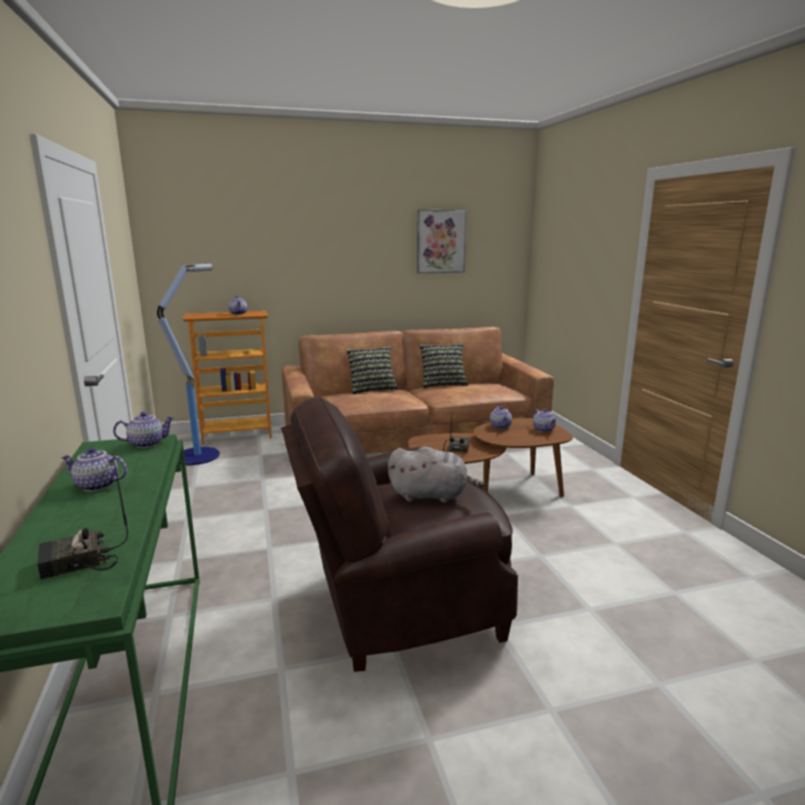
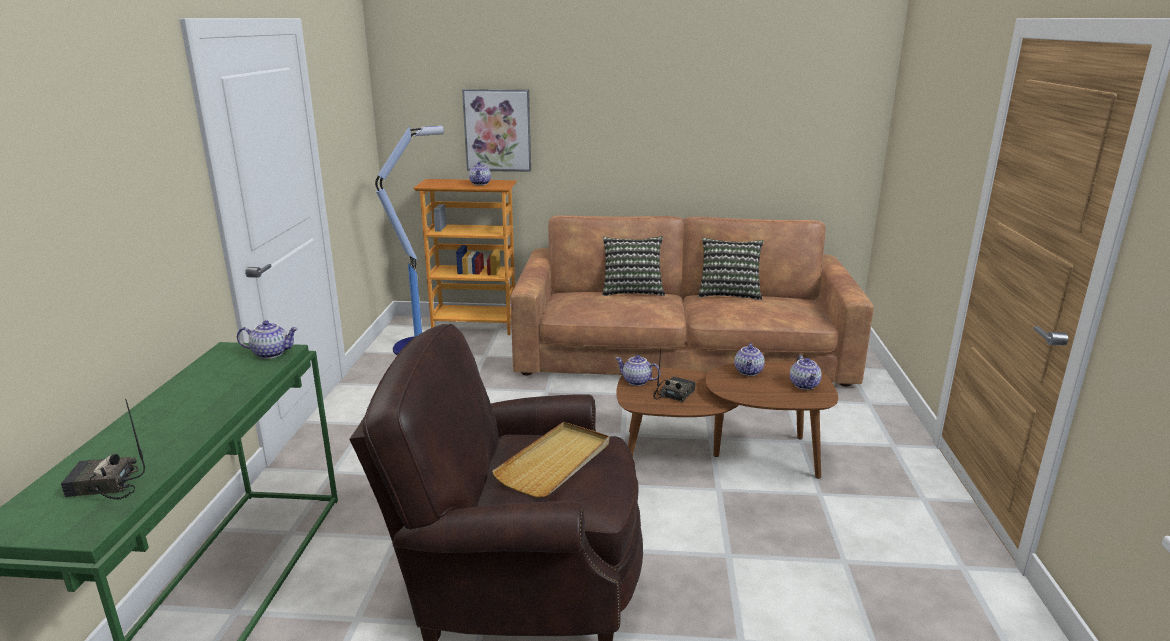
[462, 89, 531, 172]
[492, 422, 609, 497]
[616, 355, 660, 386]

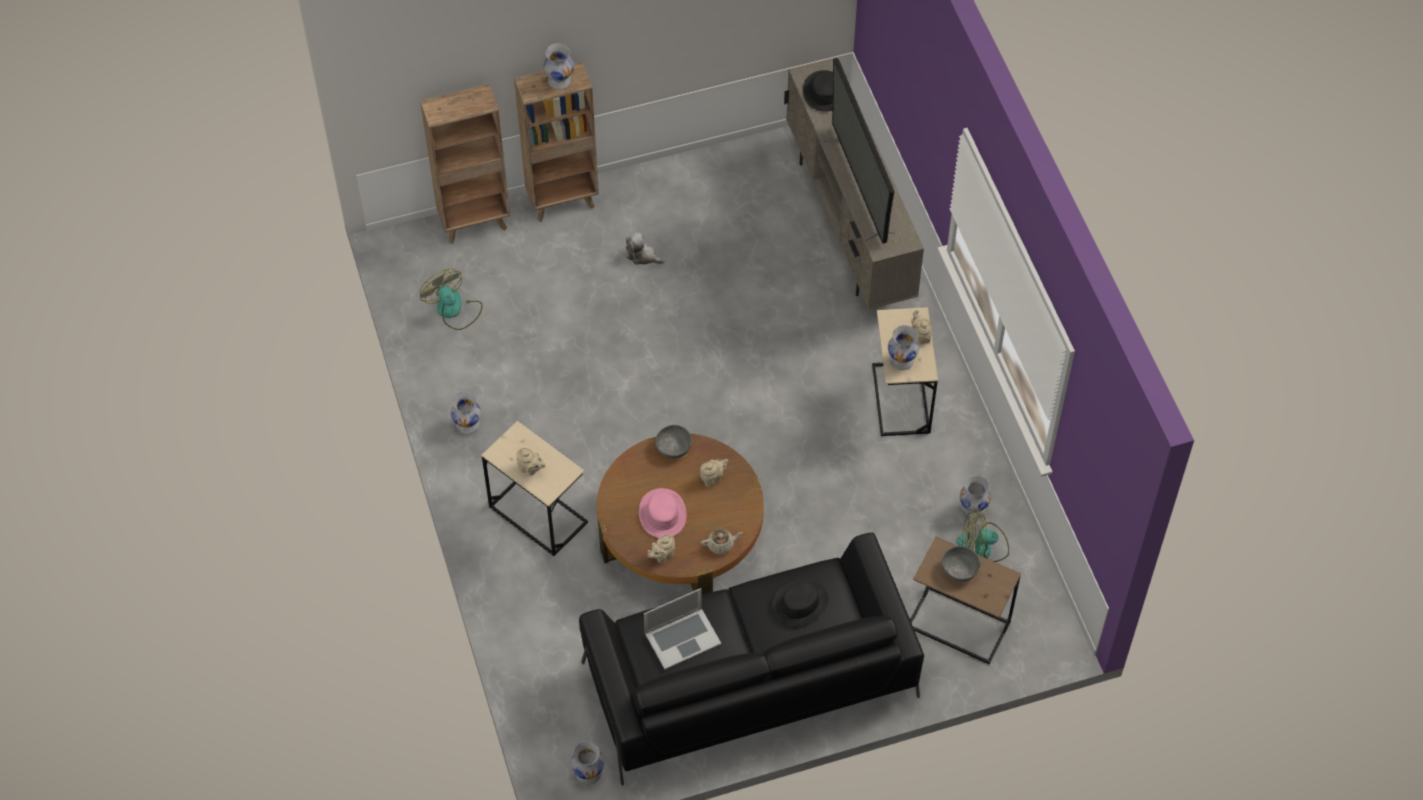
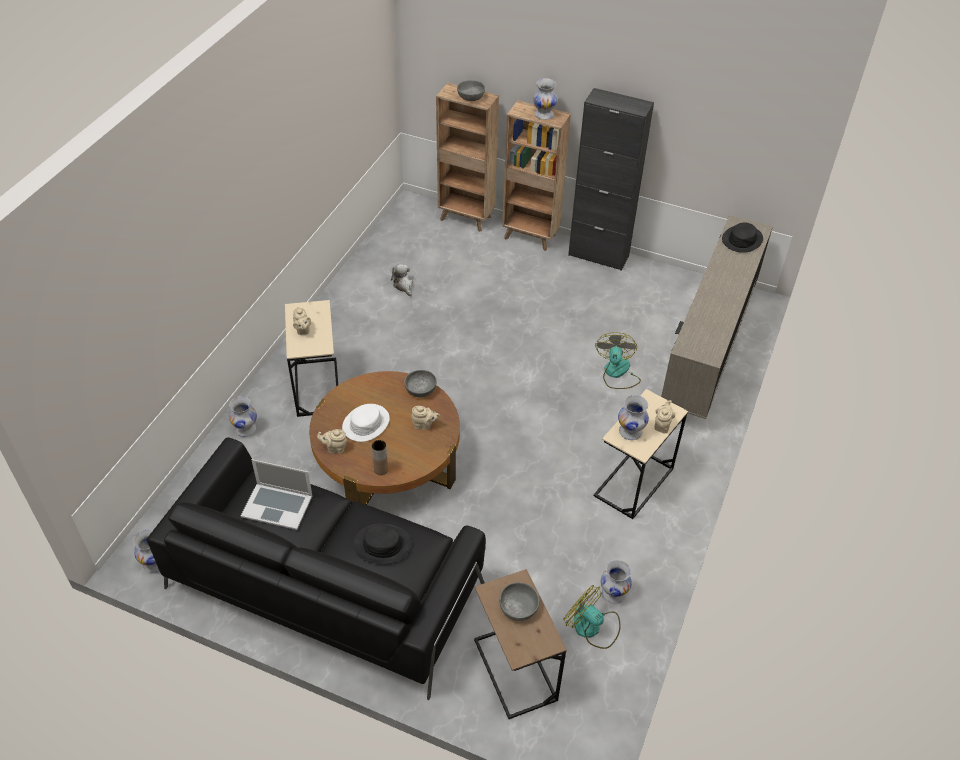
[229, 396, 257, 437]
[342, 404, 390, 442]
[372, 440, 388, 475]
[391, 264, 413, 296]
[457, 80, 485, 101]
[568, 88, 654, 271]
[595, 332, 641, 389]
[824, 58, 895, 244] (first image)

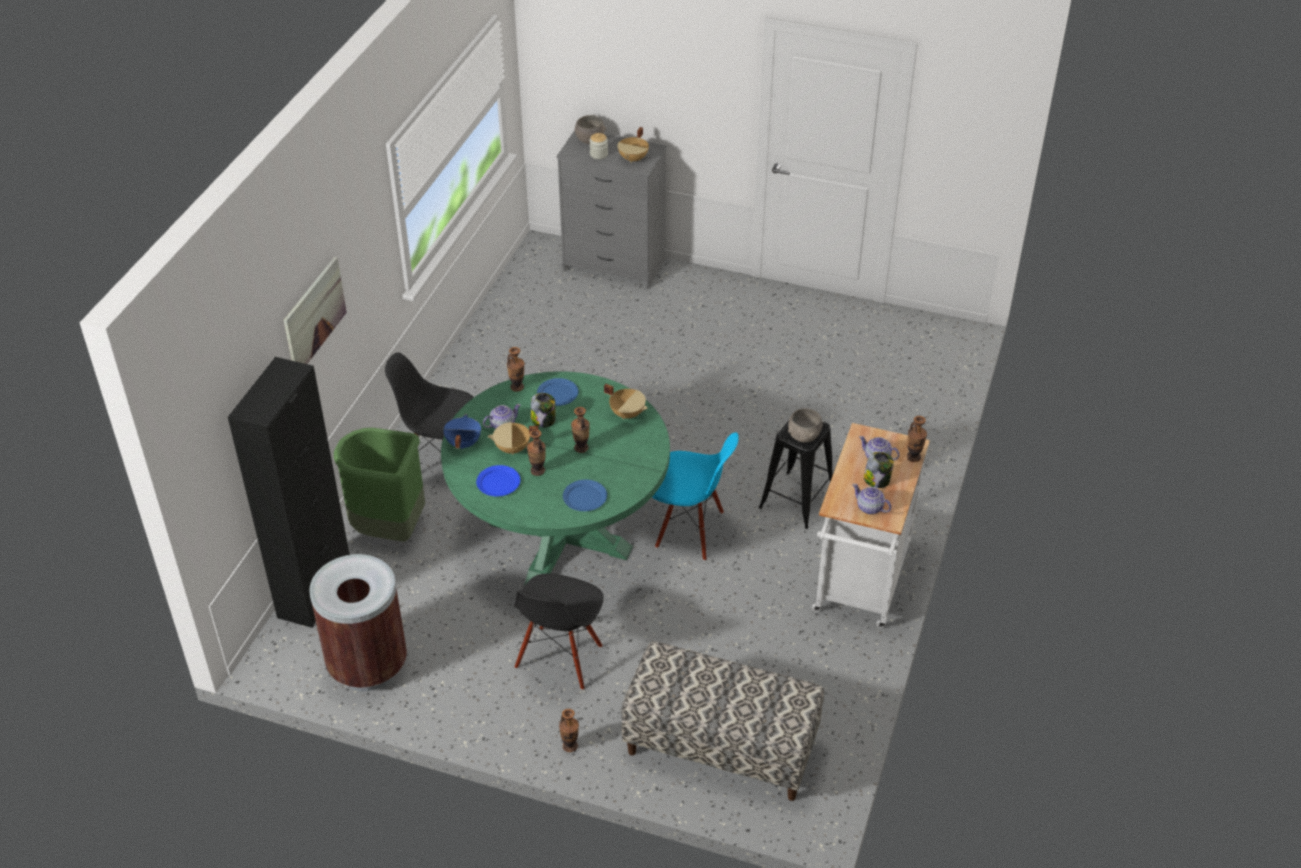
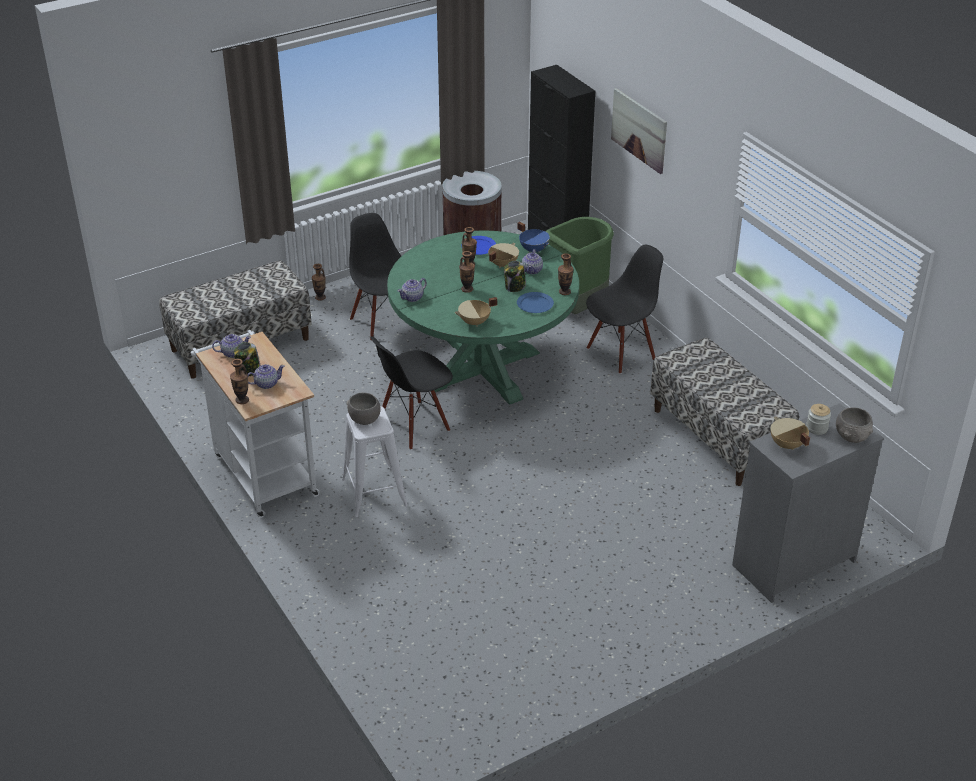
[342, 406, 408, 517]
[370, 336, 453, 450]
[398, 278, 427, 302]
[650, 338, 799, 486]
[563, 480, 607, 511] (first image)

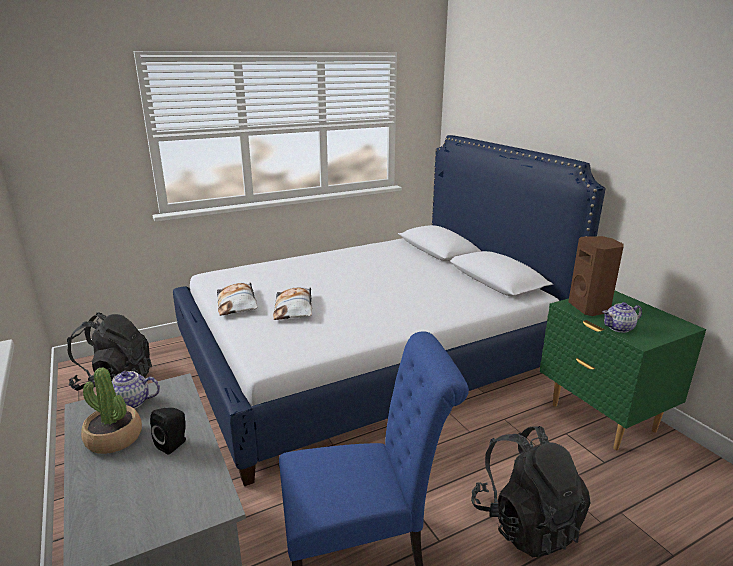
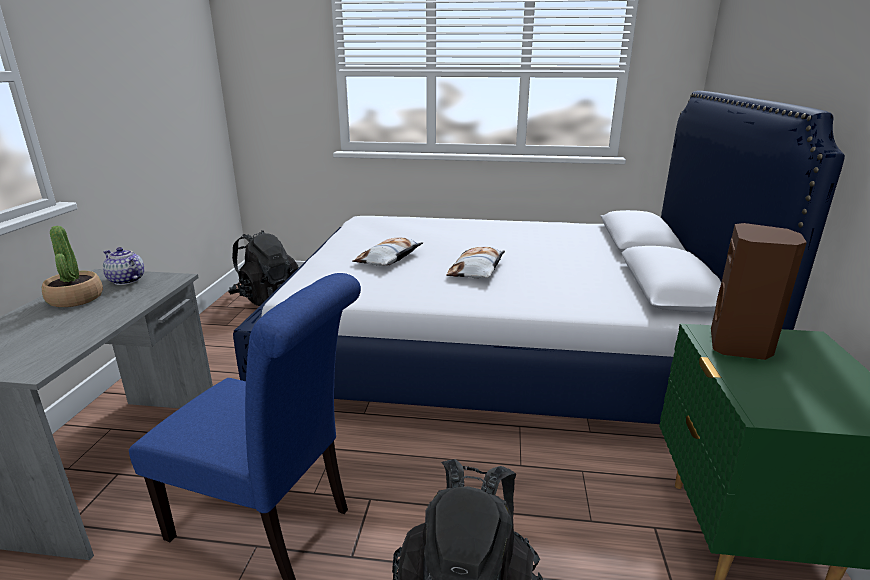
[446, 247, 505, 278]
[150, 408, 186, 455] (first image)
[603, 302, 642, 333] (first image)

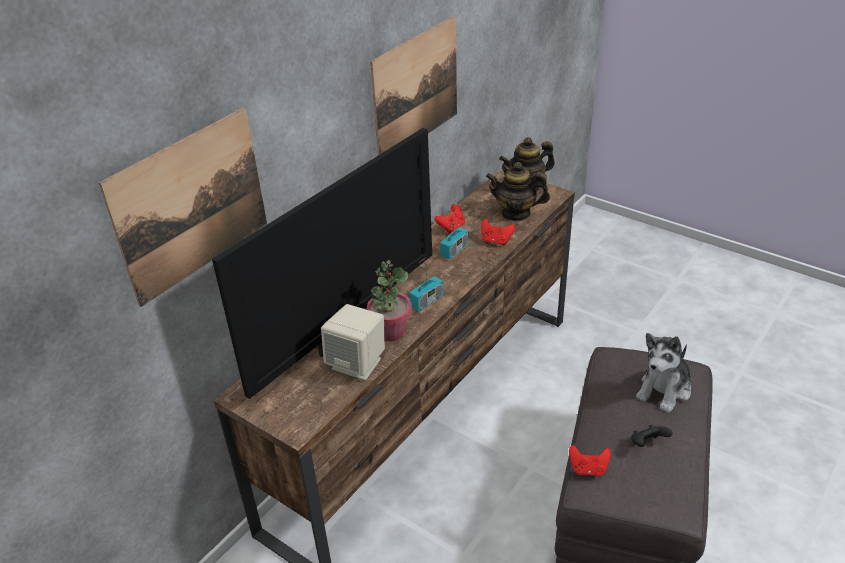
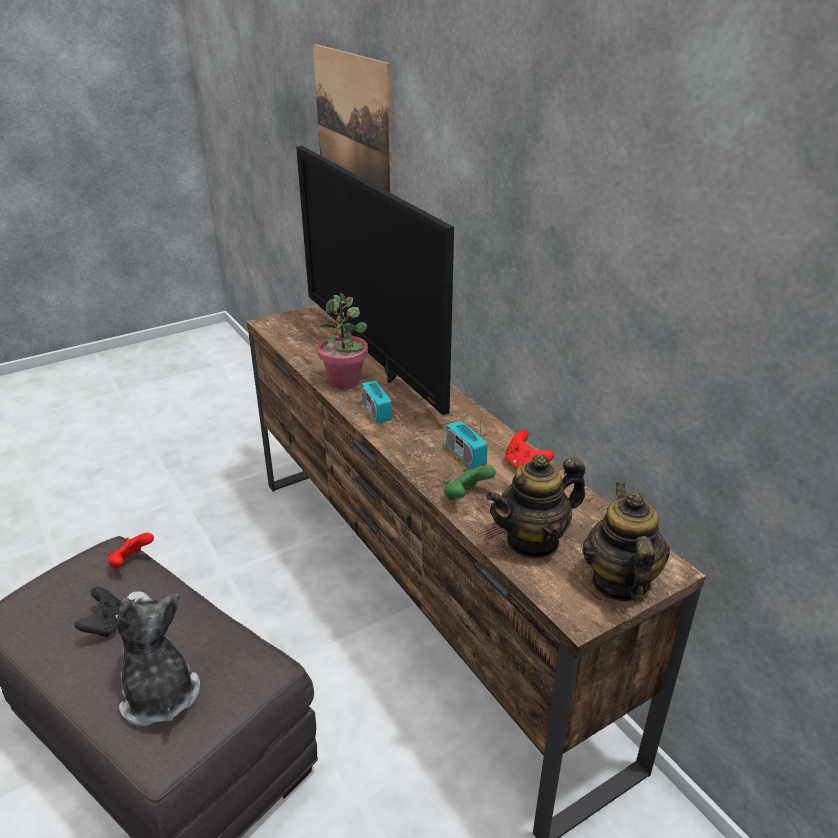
[444, 466, 496, 500]
[486, 454, 585, 559]
[321, 304, 385, 380] (first image)
[370, 16, 457, 155] (first image)

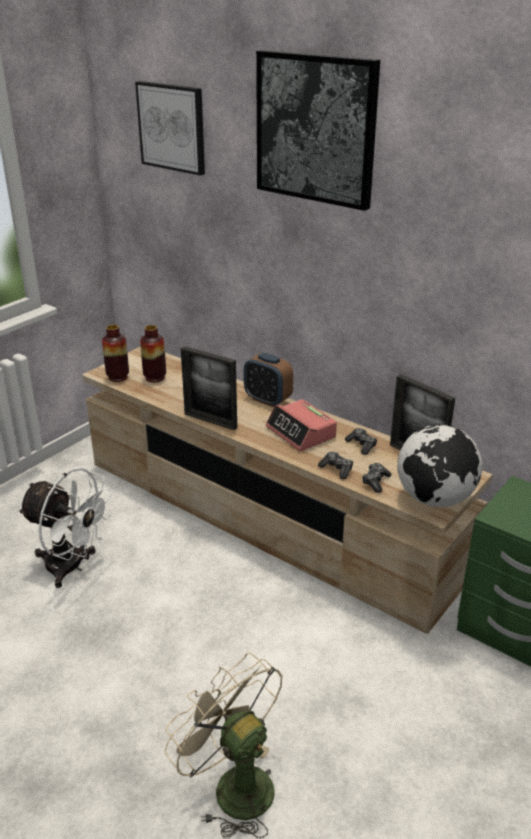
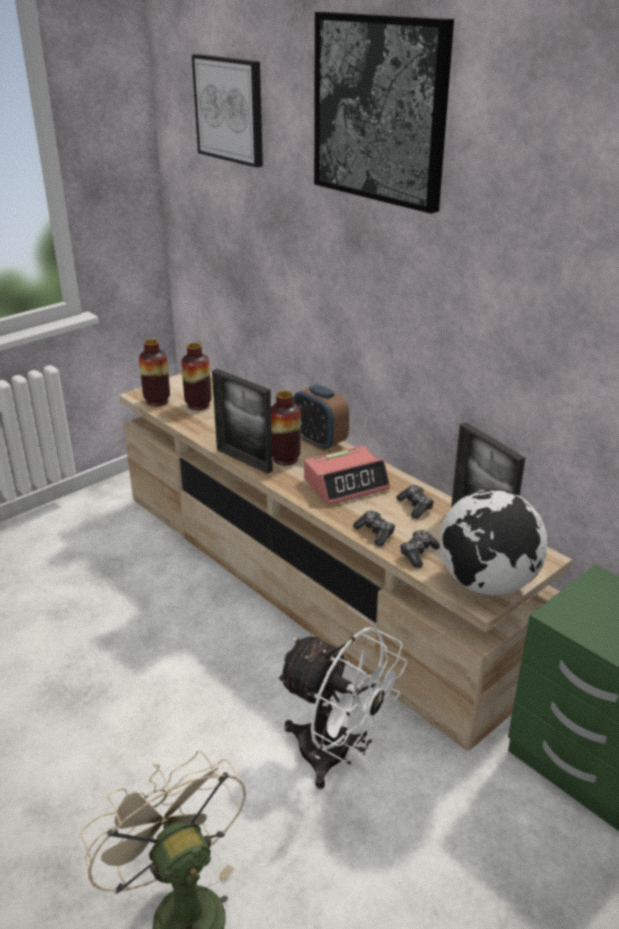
[271, 391, 301, 465]
[276, 627, 407, 789]
[304, 446, 390, 505]

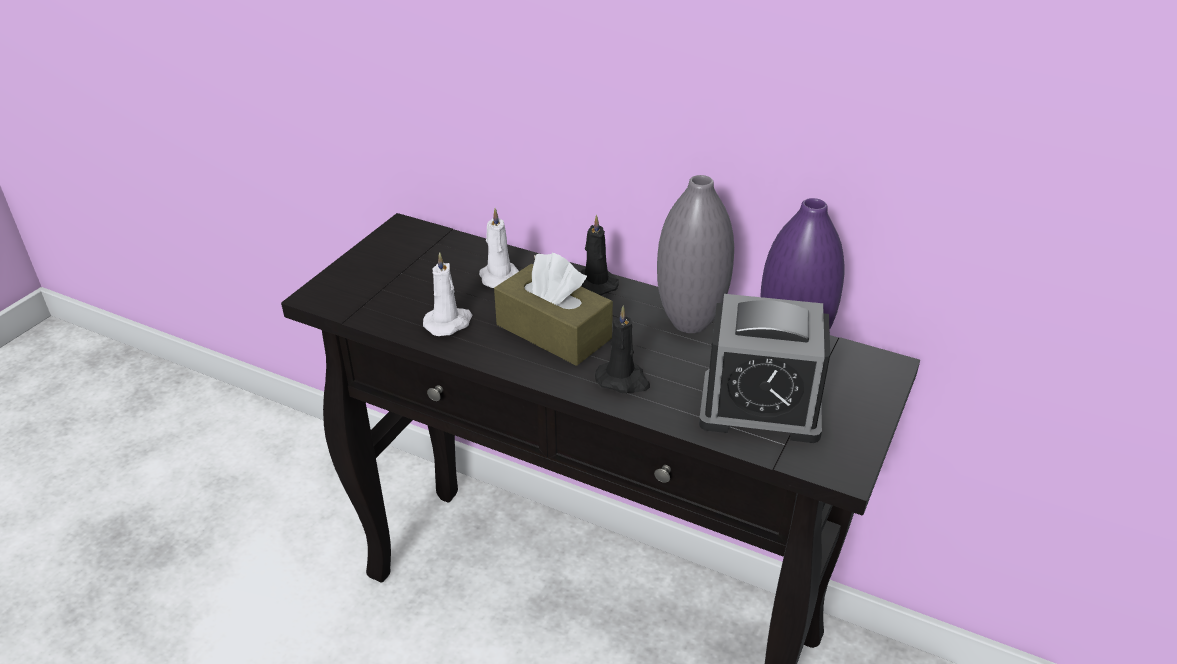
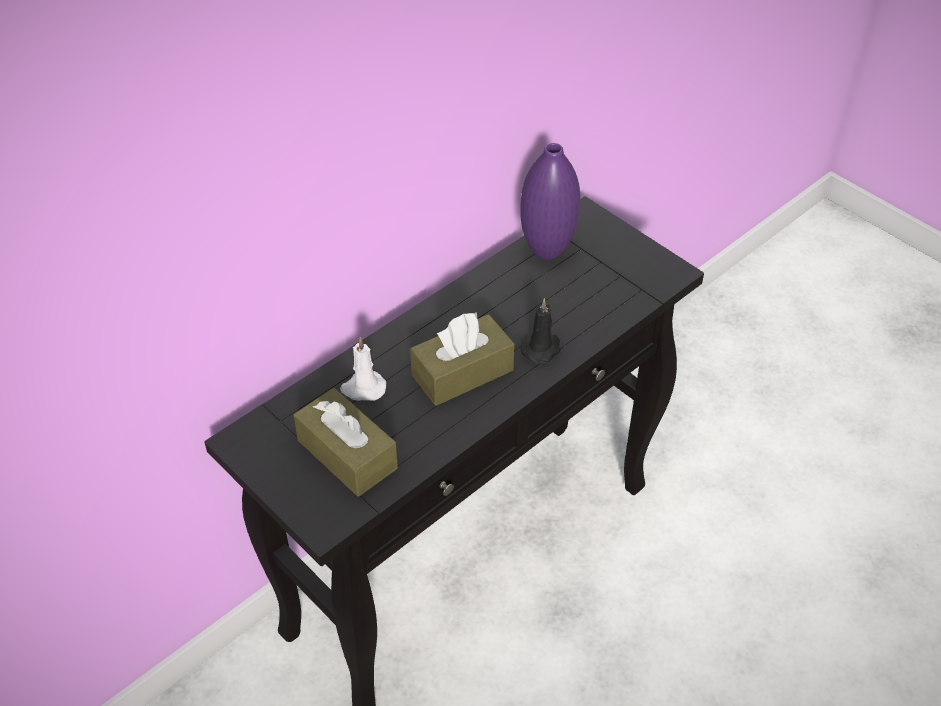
[294, 388, 398, 497]
[423, 252, 472, 336] (first image)
[580, 215, 619, 295] (first image)
[657, 175, 734, 333] (first image)
[699, 294, 830, 443] (first image)

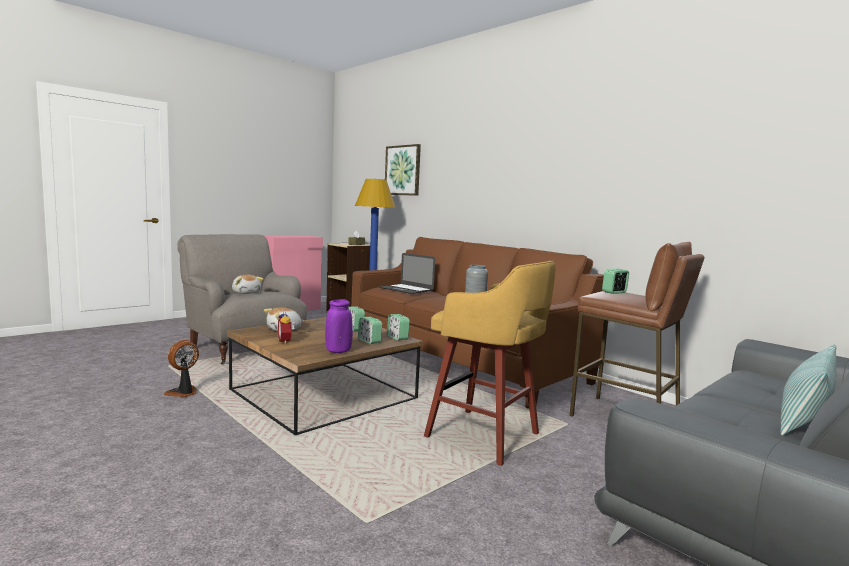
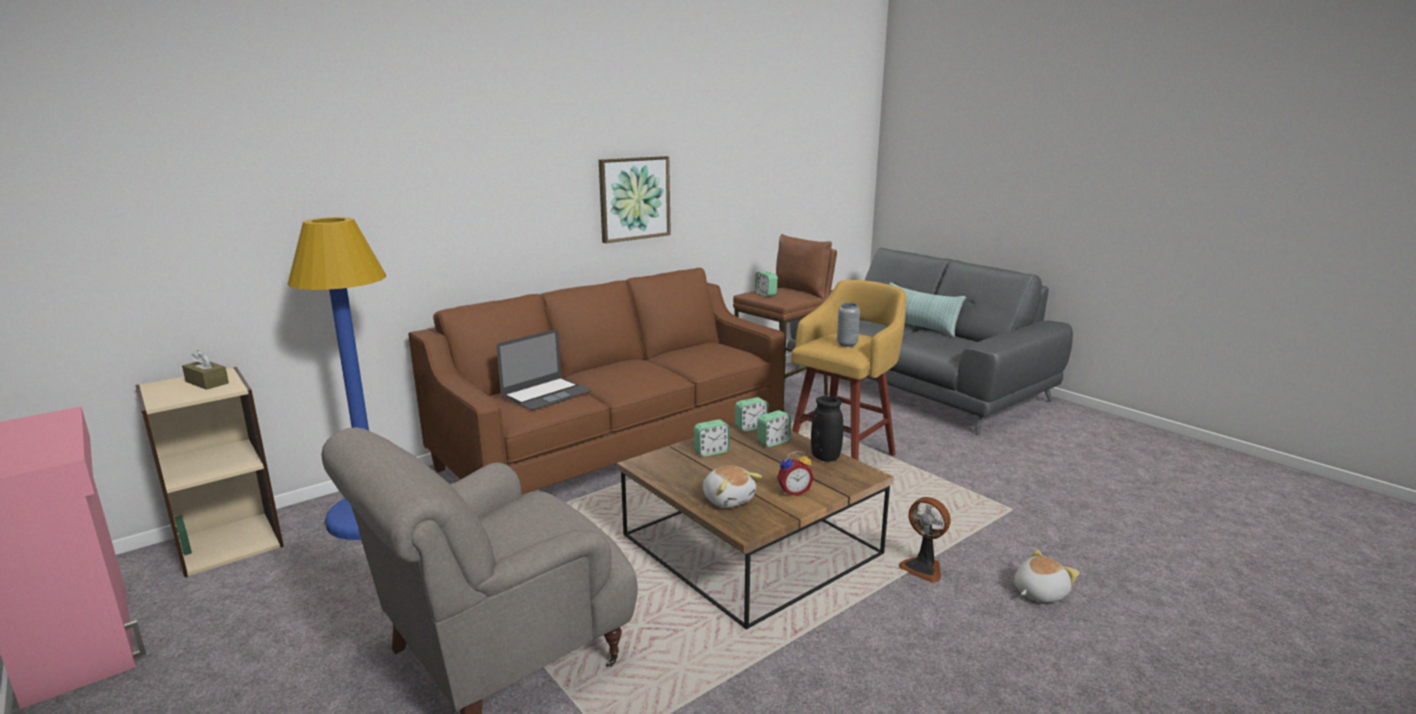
[599, 156, 671, 243]
[811, 396, 843, 462]
[899, 497, 951, 583]
[1014, 550, 1079, 603]

